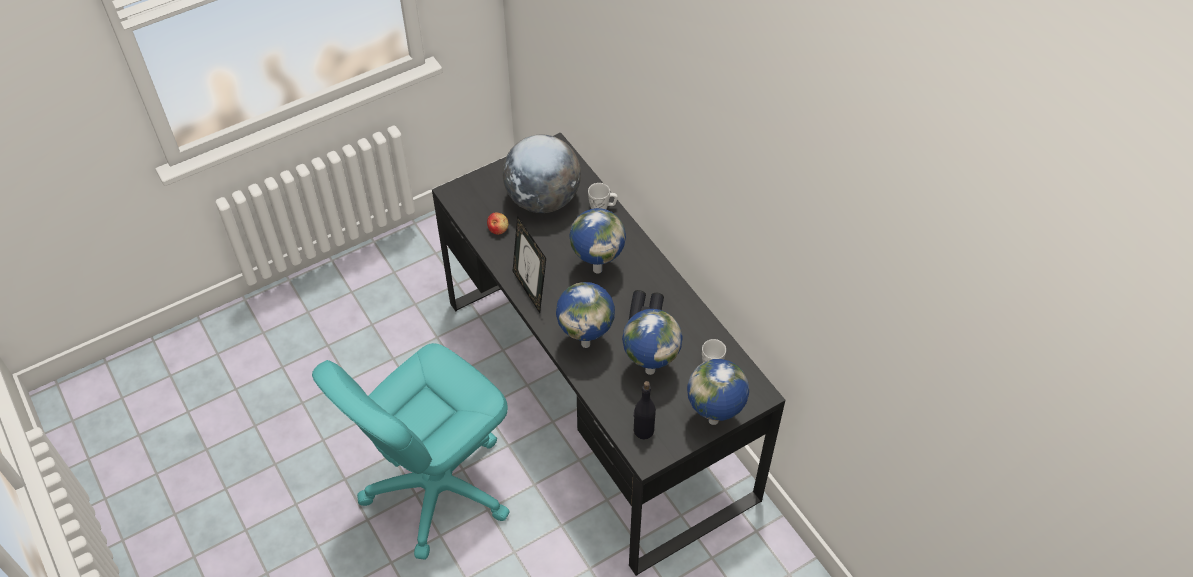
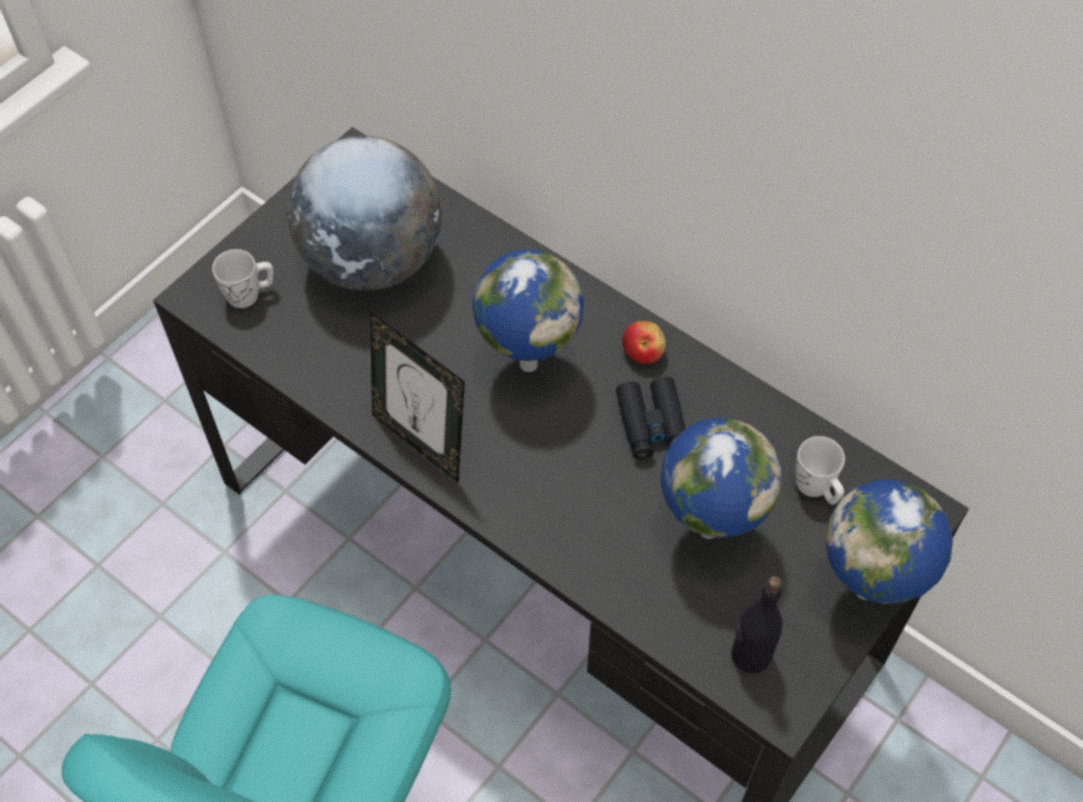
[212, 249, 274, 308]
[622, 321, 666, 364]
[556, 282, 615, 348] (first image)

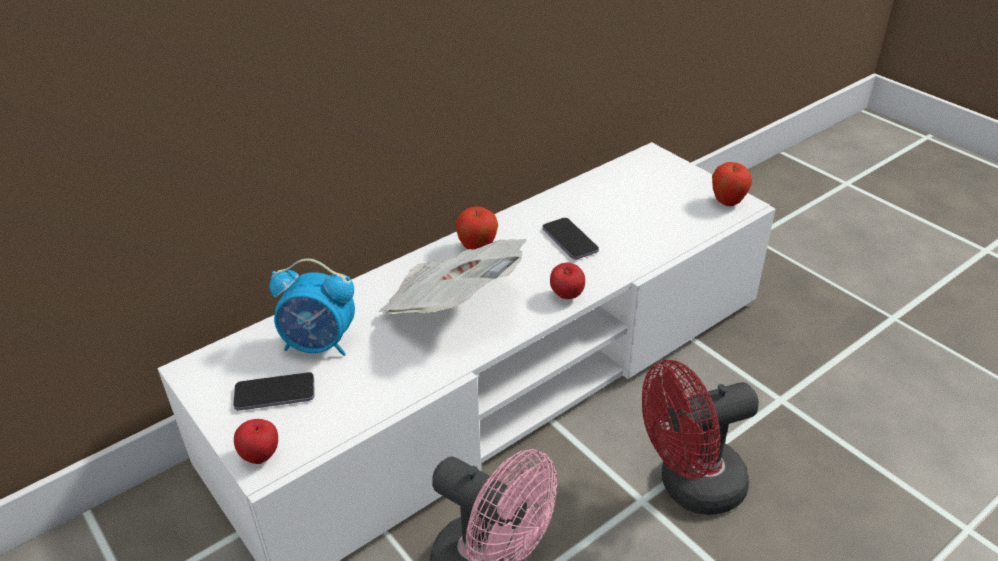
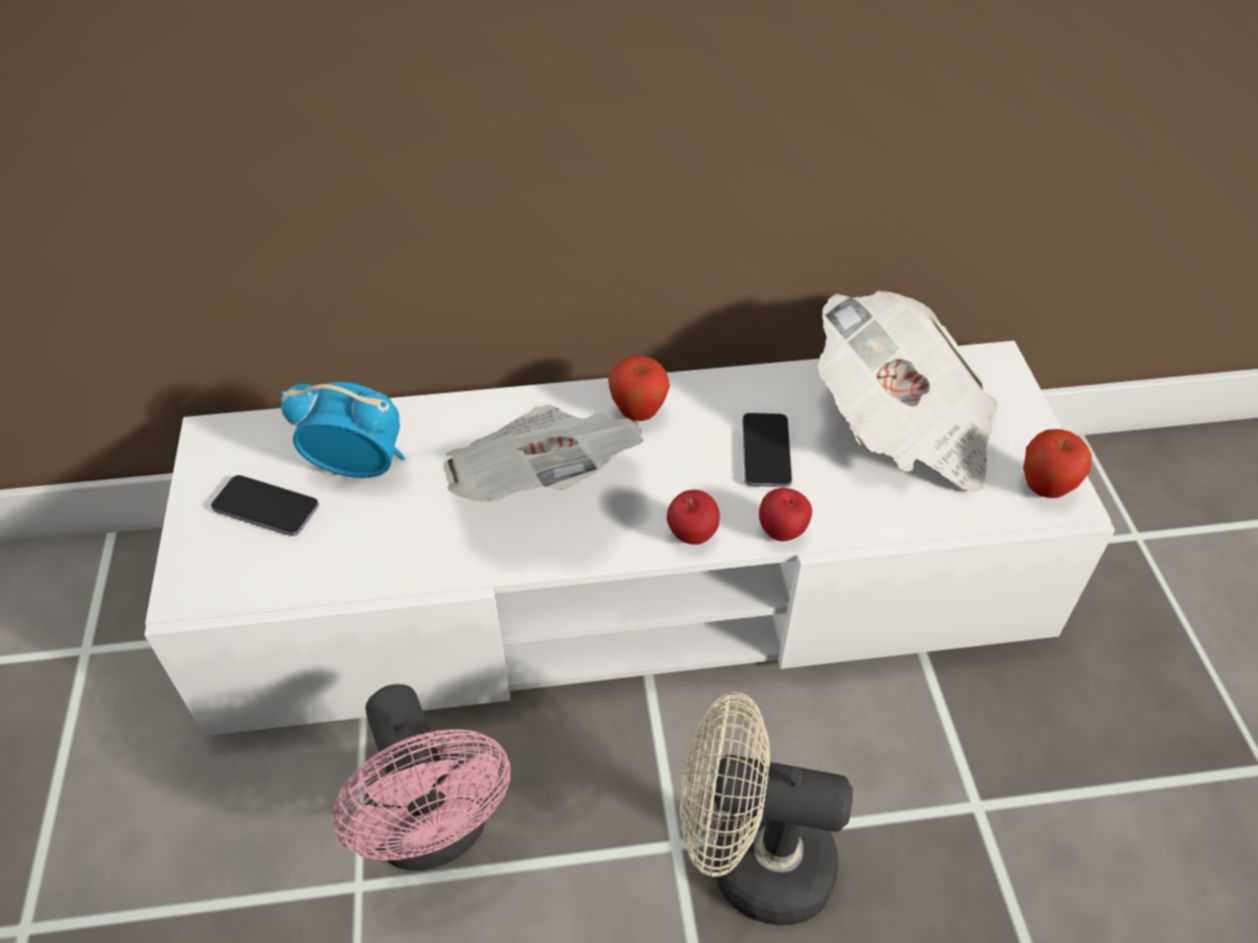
[281, 382, 405, 478]
[680, 692, 853, 926]
[759, 488, 812, 541]
[818, 291, 997, 492]

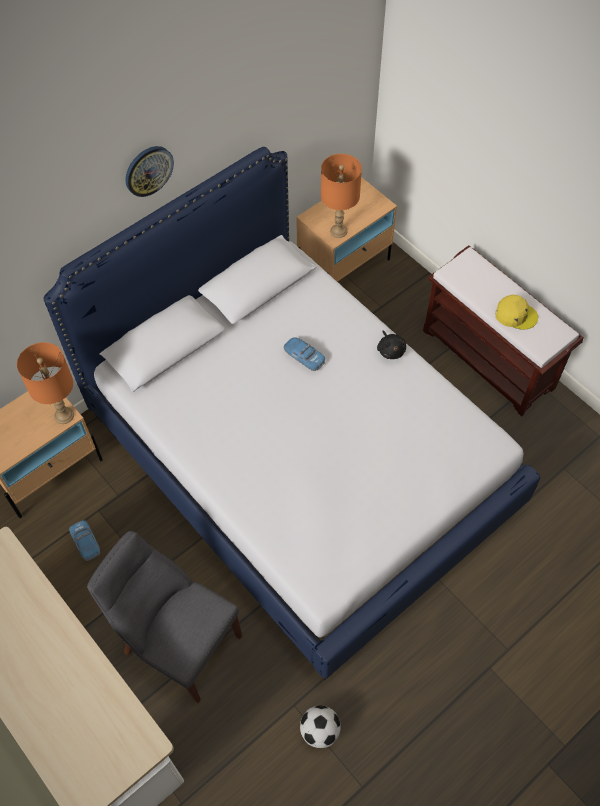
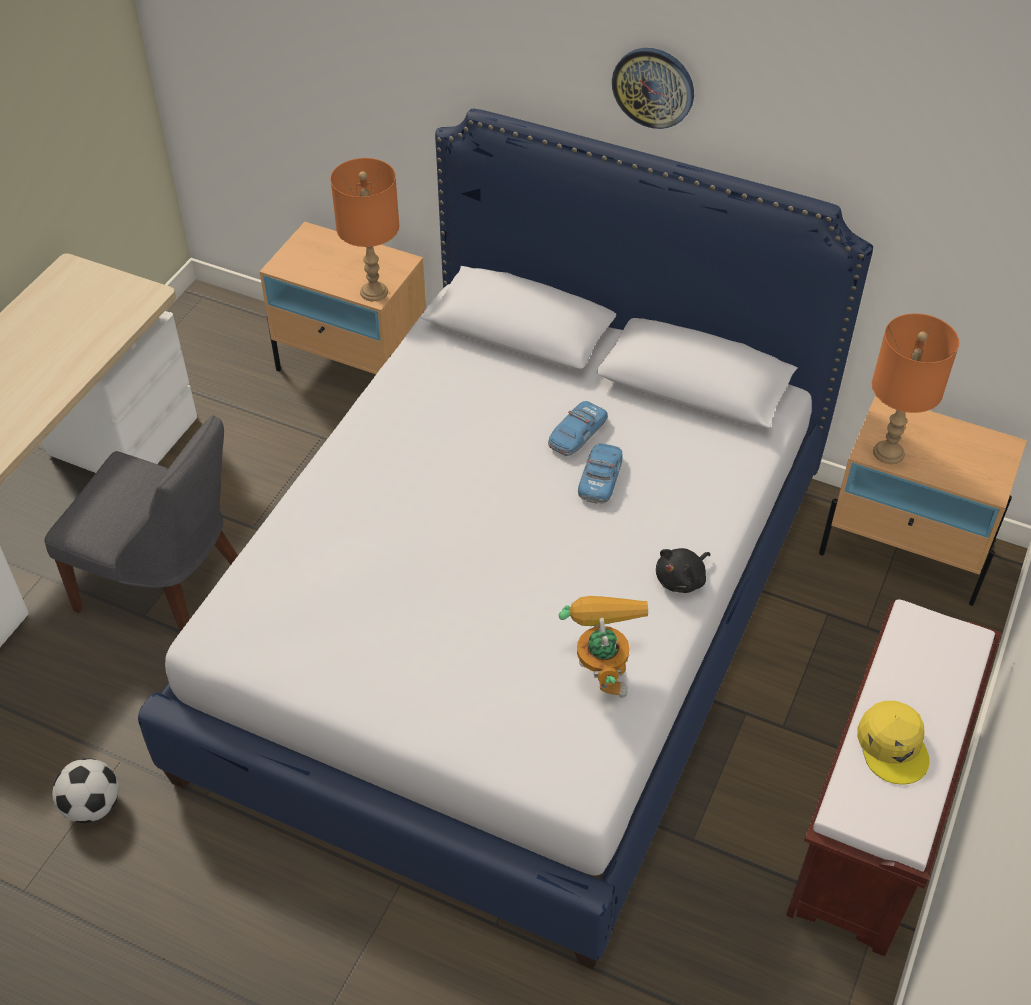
[44, 415, 238, 632]
[548, 401, 608, 456]
[558, 596, 648, 698]

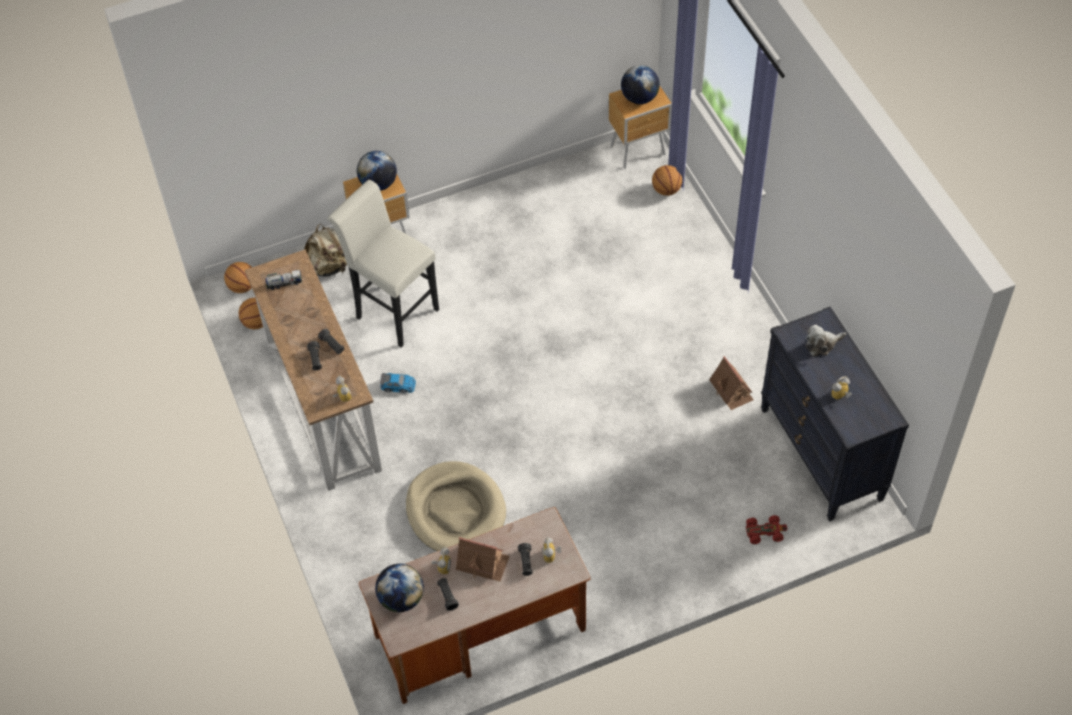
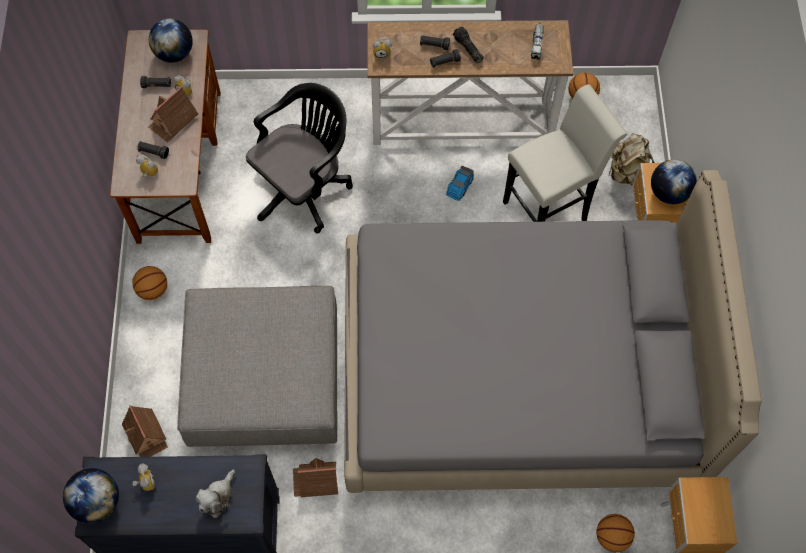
[63, 468, 119, 523]
[122, 405, 168, 457]
[132, 266, 167, 300]
[177, 286, 338, 447]
[196, 470, 235, 518]
[246, 83, 353, 233]
[344, 170, 762, 493]
[453, 27, 484, 63]

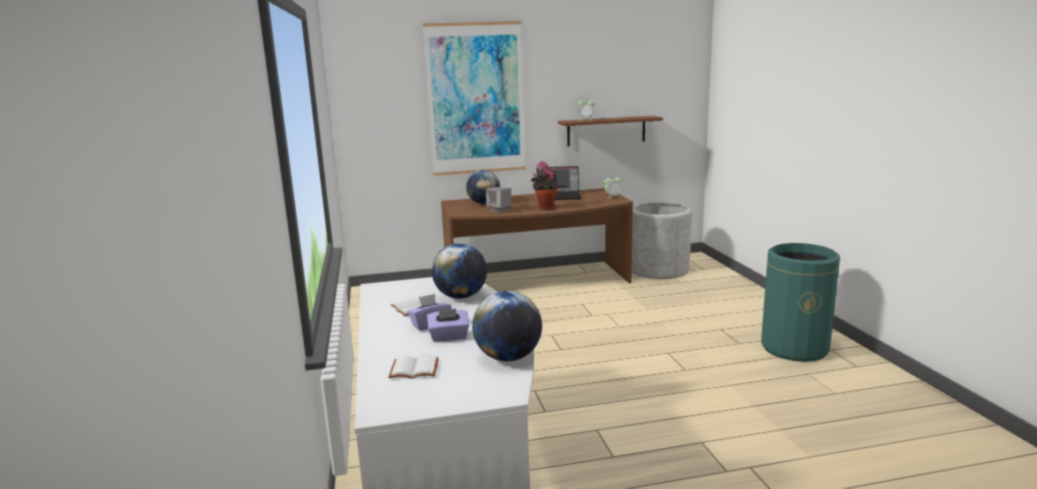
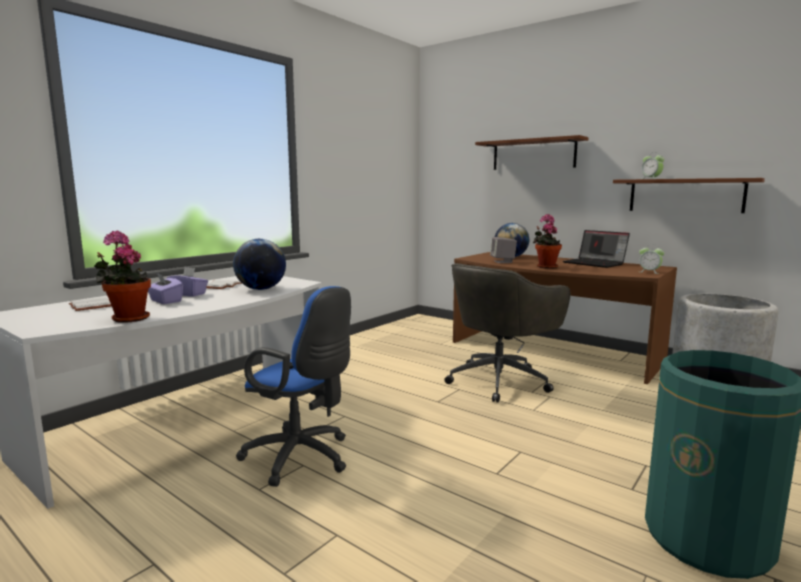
[94, 230, 151, 323]
[236, 286, 351, 487]
[444, 263, 570, 403]
[475, 135, 589, 170]

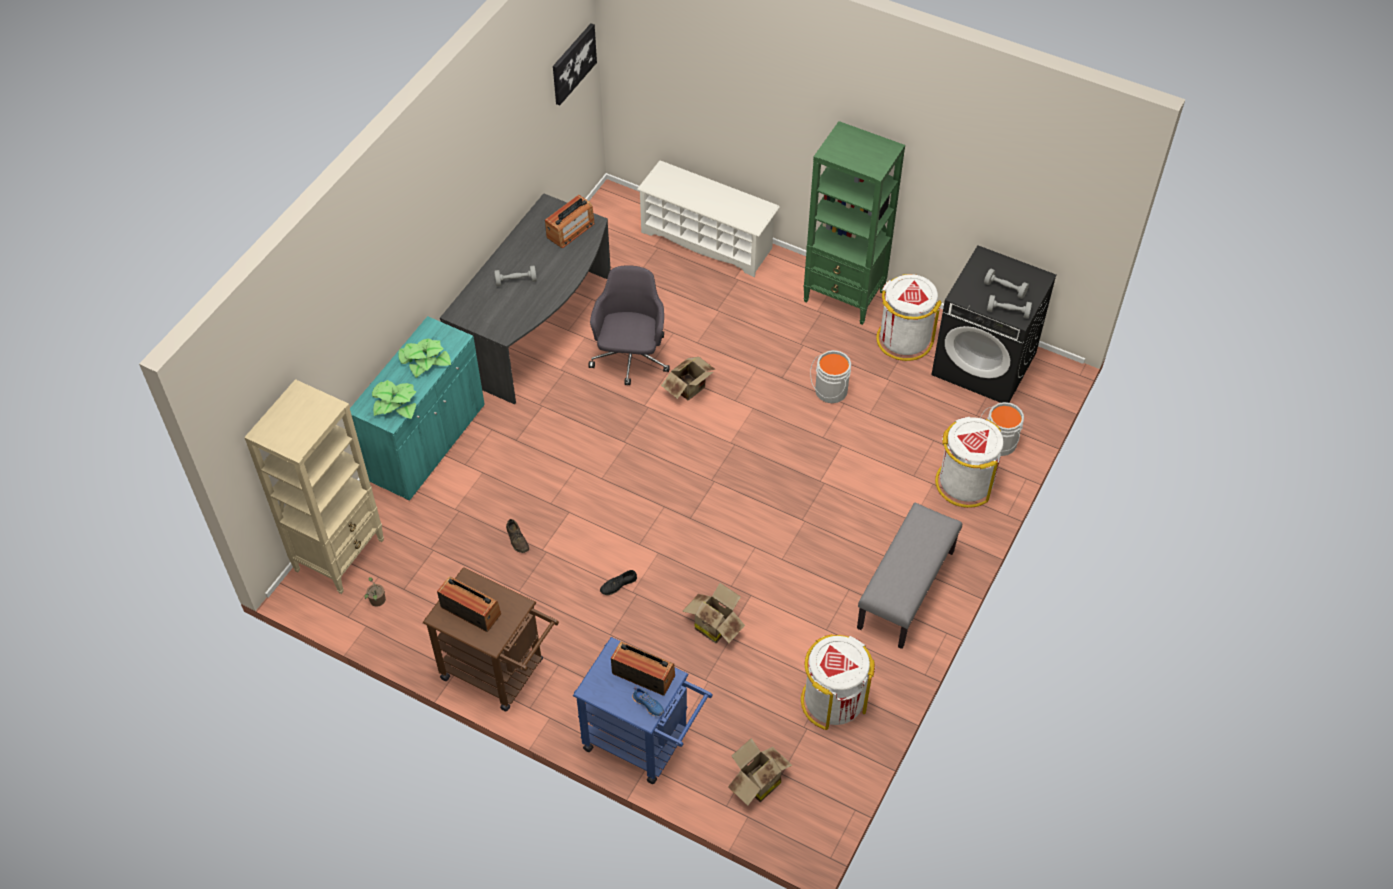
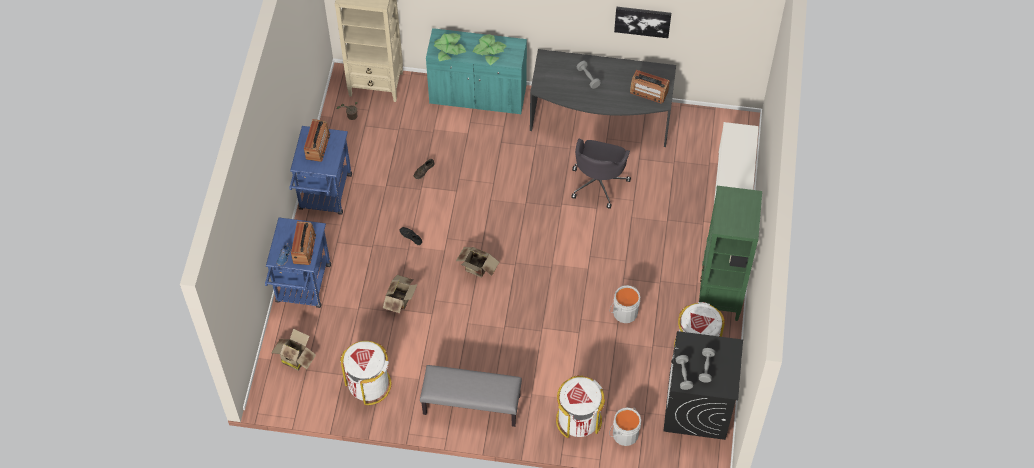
[290, 126, 352, 215]
[456, 247, 499, 278]
[571, 139, 631, 209]
[614, 7, 671, 38]

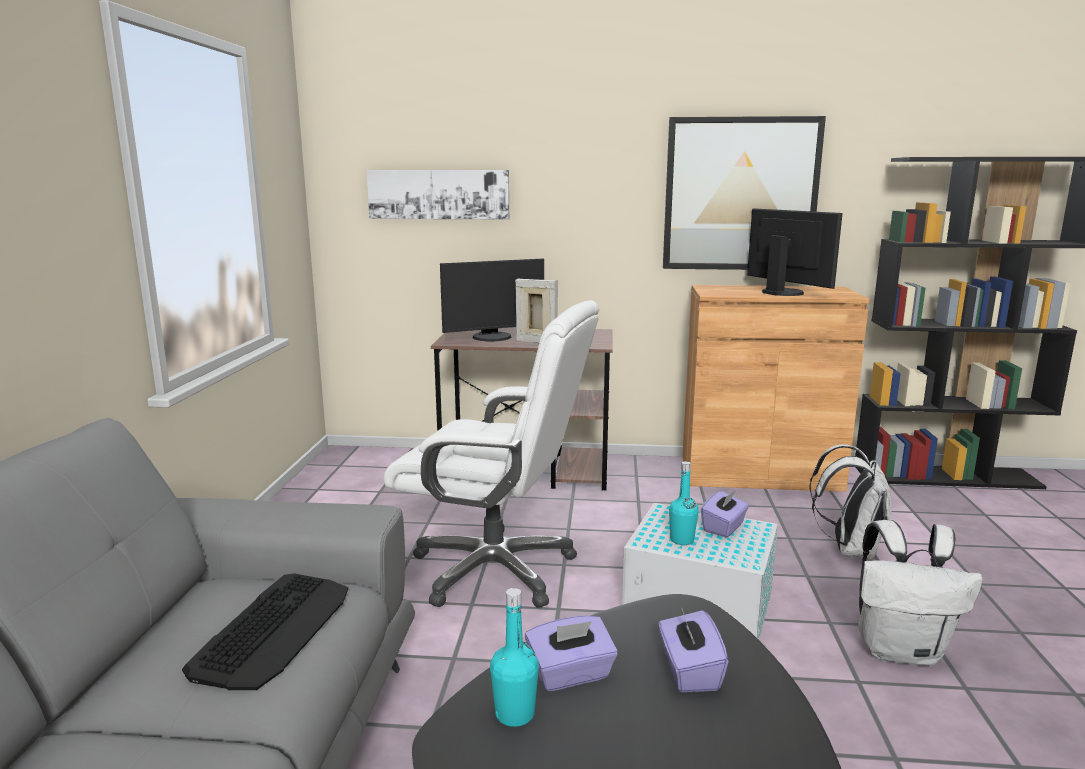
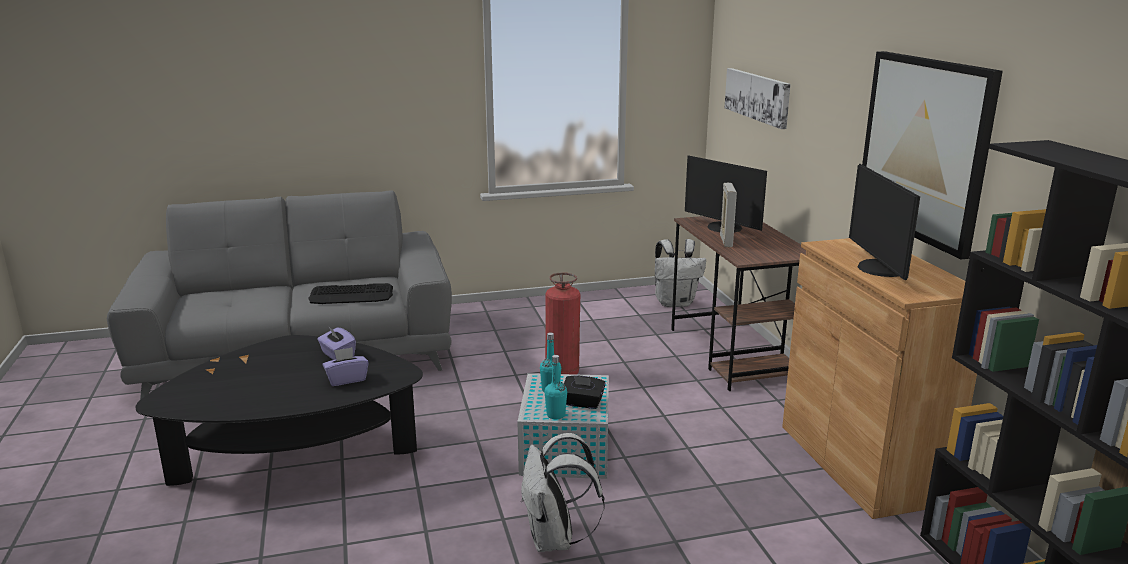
[545, 272, 580, 375]
[545, 355, 567, 419]
[564, 376, 606, 409]
[655, 239, 706, 307]
[849, 164, 920, 280]

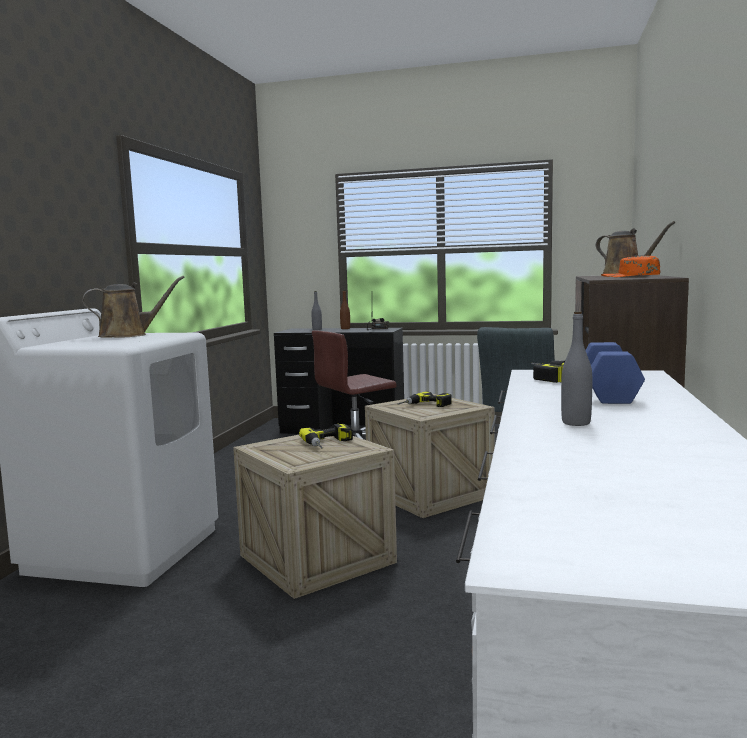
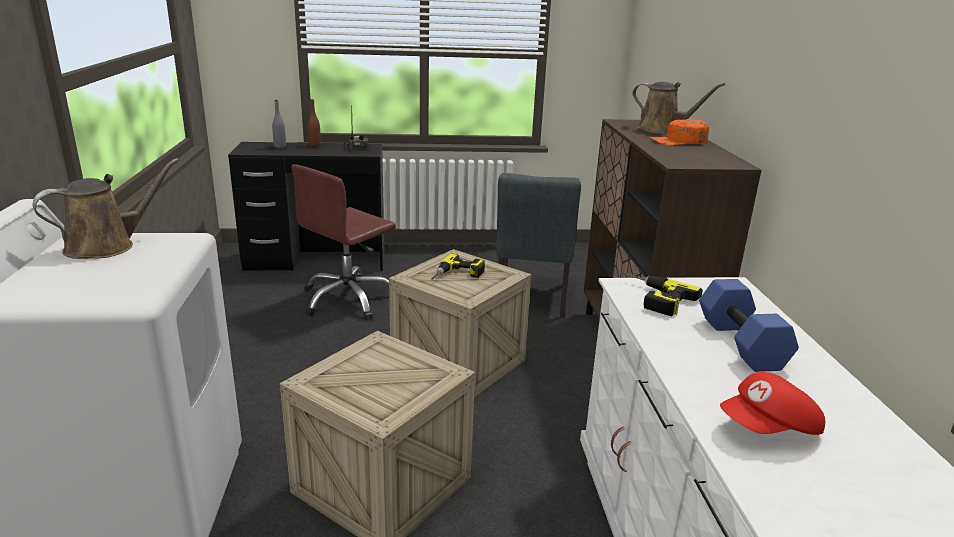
[720, 372, 825, 435]
[299, 424, 353, 449] (first image)

